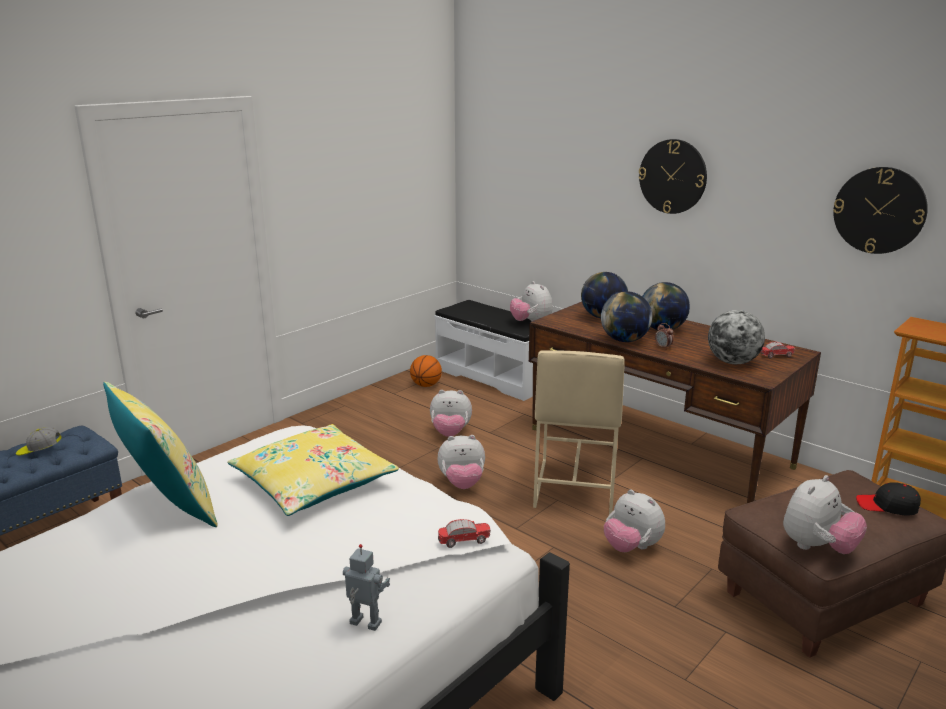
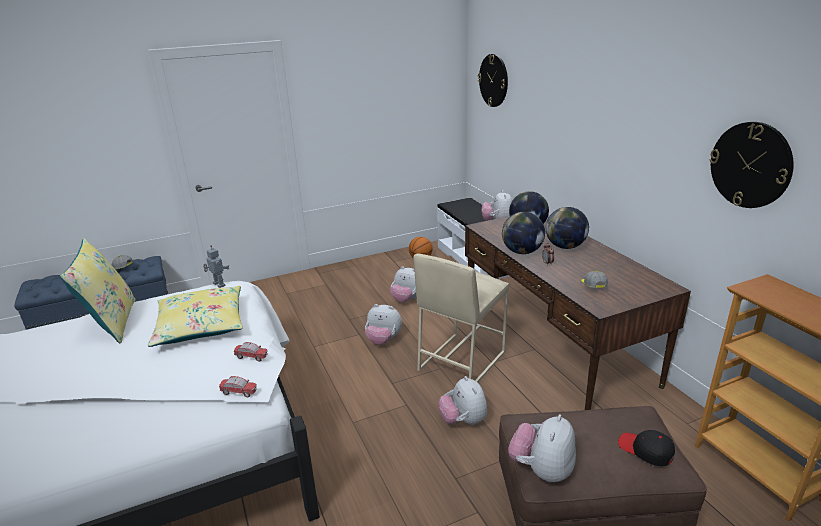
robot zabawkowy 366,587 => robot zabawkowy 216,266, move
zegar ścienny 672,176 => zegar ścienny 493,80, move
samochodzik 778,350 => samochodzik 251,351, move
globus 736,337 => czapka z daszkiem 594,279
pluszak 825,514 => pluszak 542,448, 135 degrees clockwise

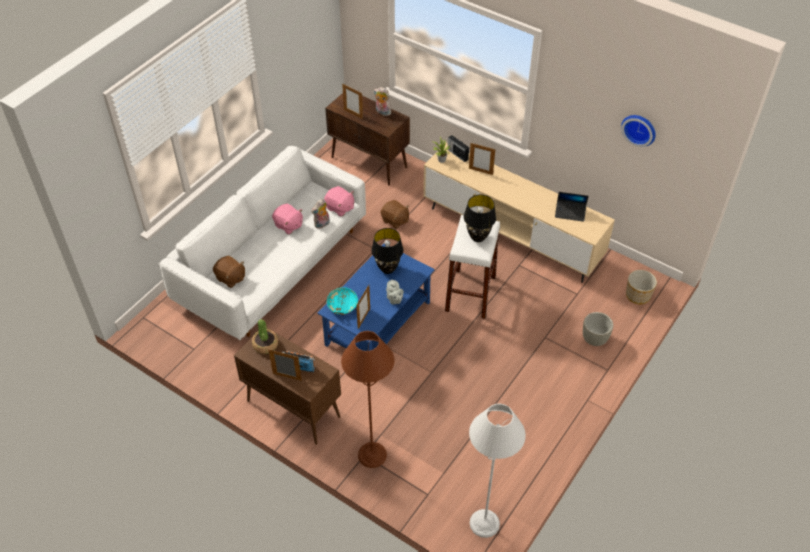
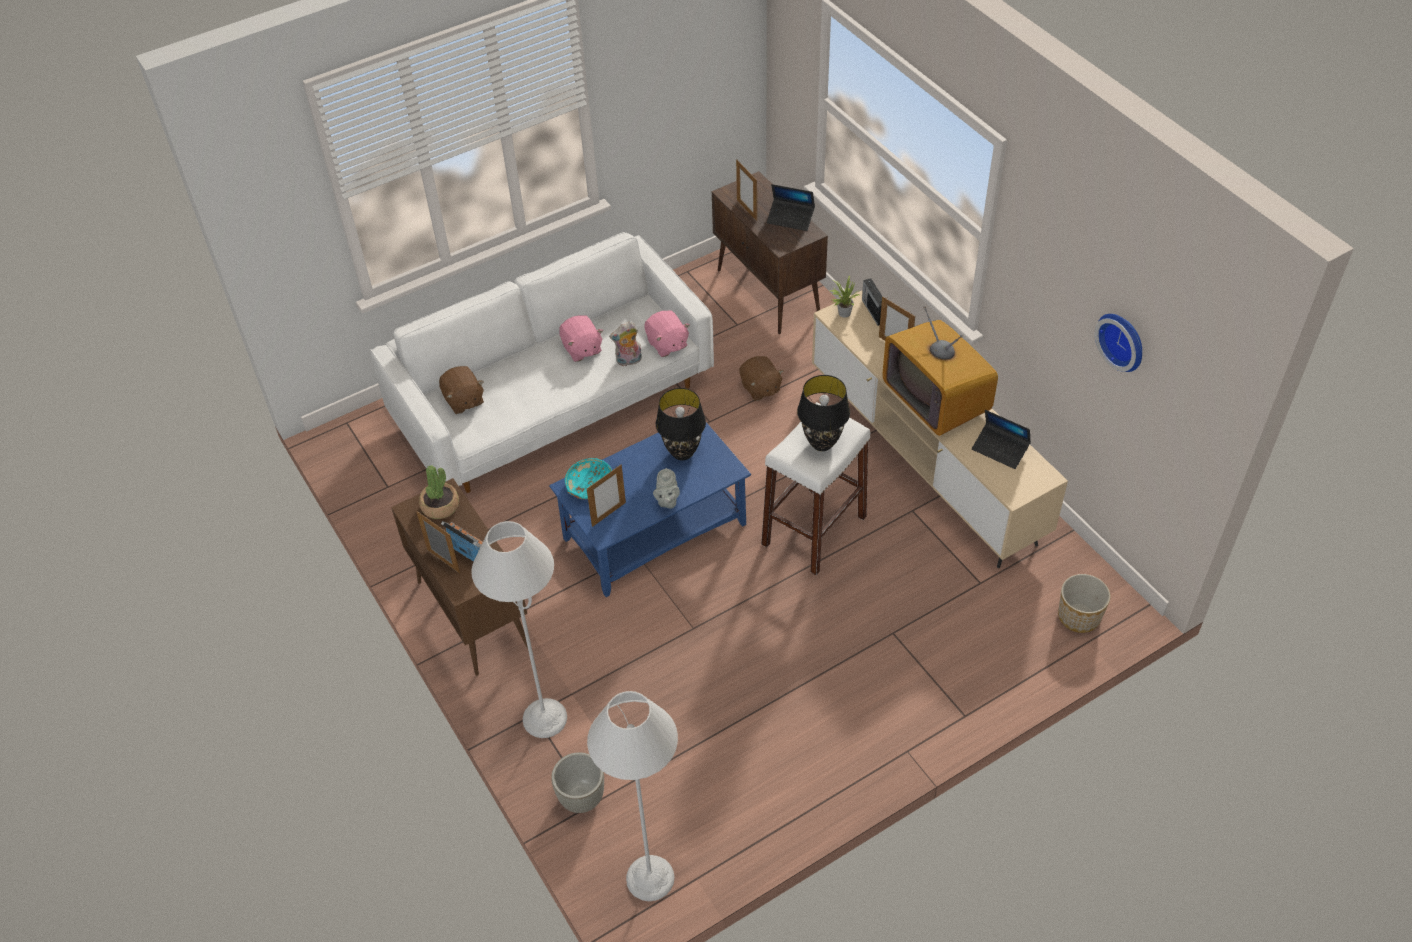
nothing => telewizor 940,371
donica/szary 598,329 => donica/szary 577,782, move
pluszak 382,101 => laptop 791,207
lampa stojąca/brązowy 367,399 => lampa stojąca/szary 519,629

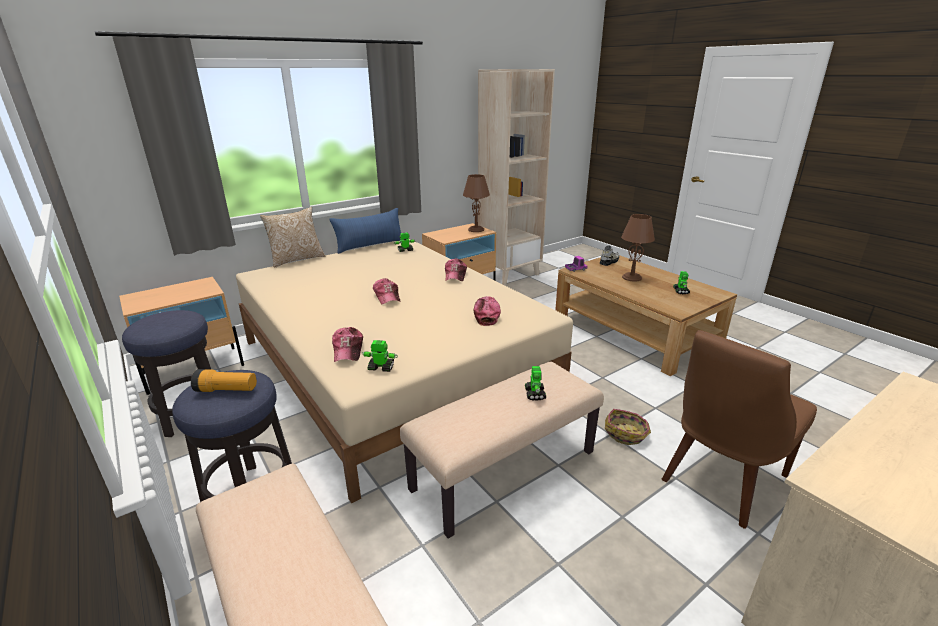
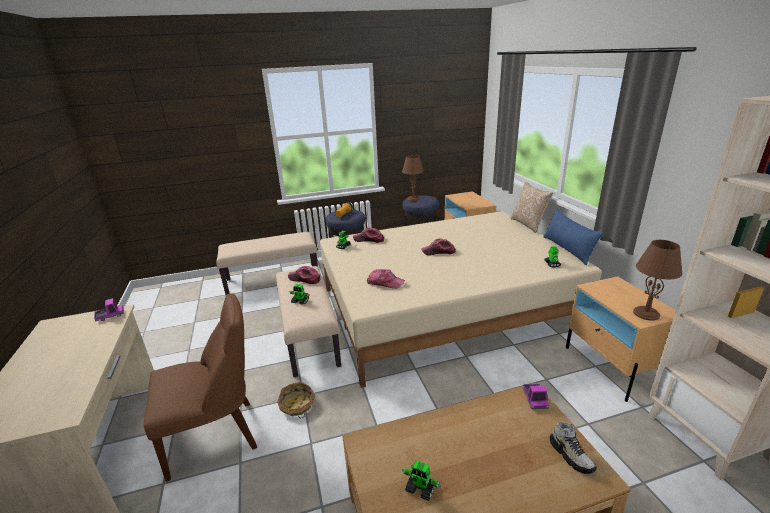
nothing => ciężarówka zabawkowa 109,310
czapka z daszkiem 456,270 => czapka z daszkiem 304,275, move
lampa stołowa/brązowy 638,247 => lampa stołowa/brązowy 413,178, move
krzesło/brązowy 739,429 => krzesło/brązowy 200,388, 90 degrees clockwise

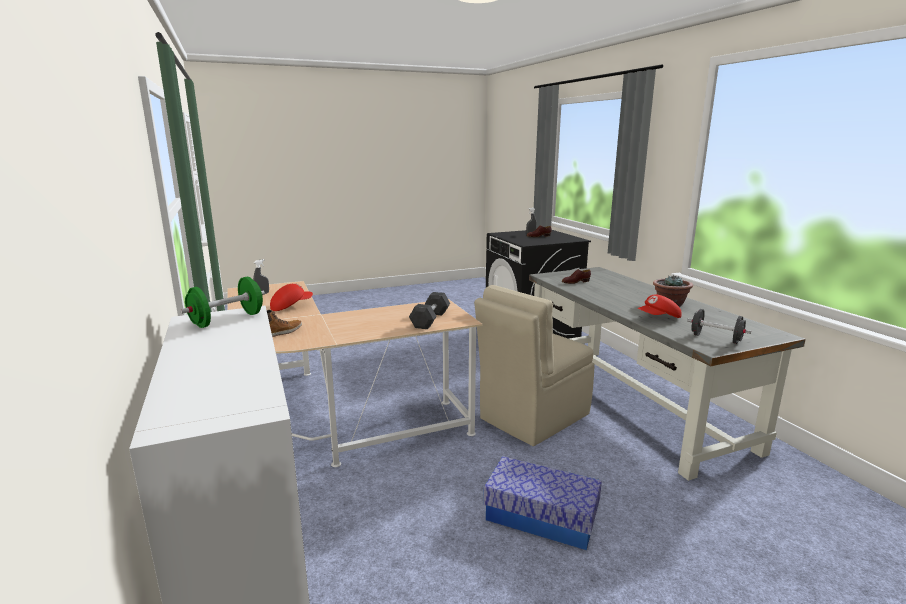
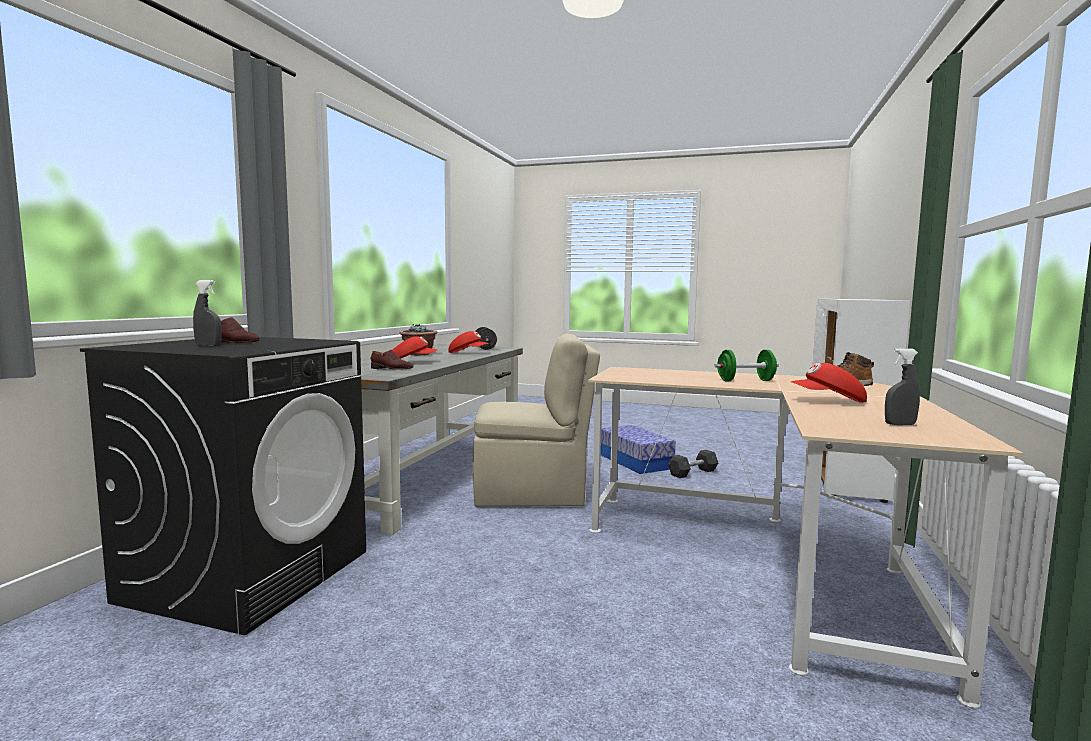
nothing => czapka z daszkiem/czerwony 415,347
hantel/zielony 222,302 => hantel/zielony 746,366, move
hantel/szary 429,310 => hantel/szary 693,464, move

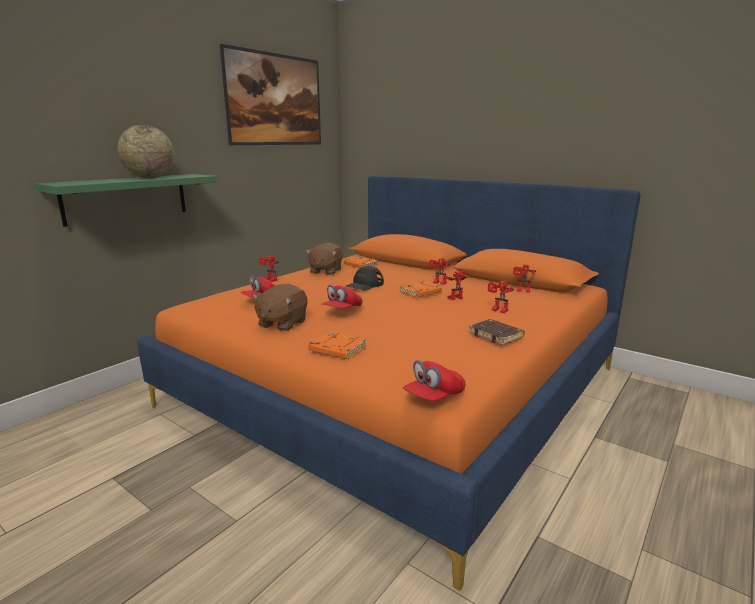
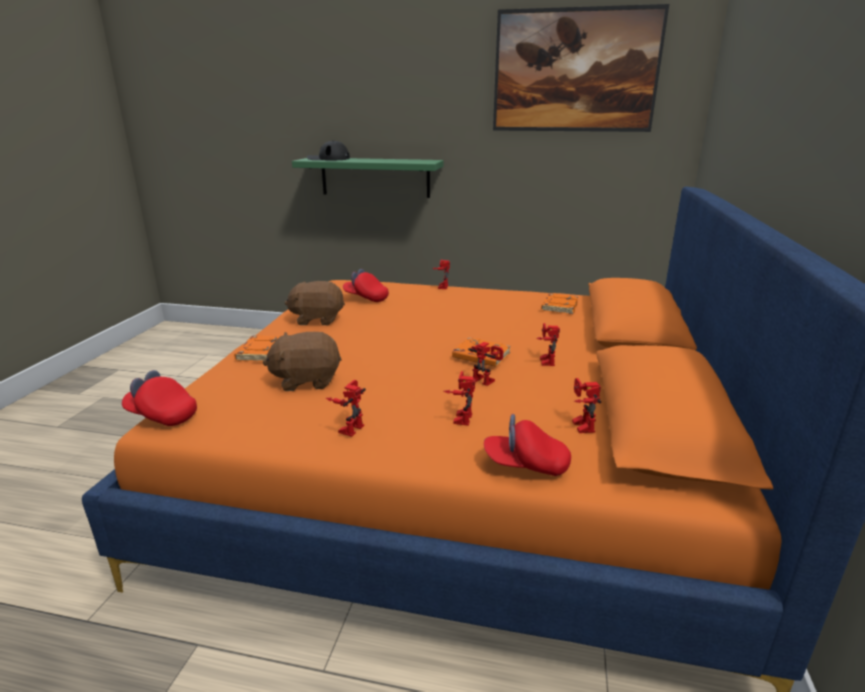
globus 145,151 => nothing
pluszak/brązowy 324,259 => pluszak/brązowy 302,361, move
czapka z daszkiem/czerwony 342,297 => czapka z daszkiem/czerwony 527,445, move
czapka z daszkiem/czarny 365,278 => czapka z daszkiem/czarny 328,150, move
książka/brązowy 497,332 => robot zabawkowy 346,408

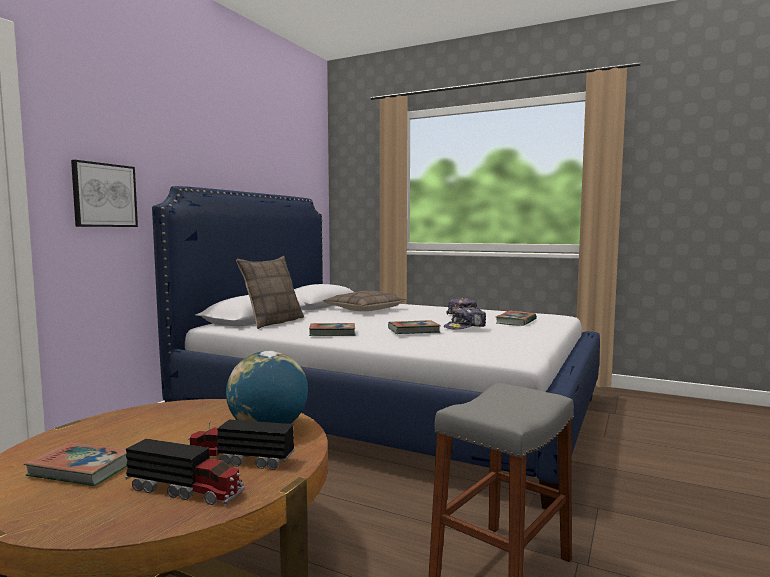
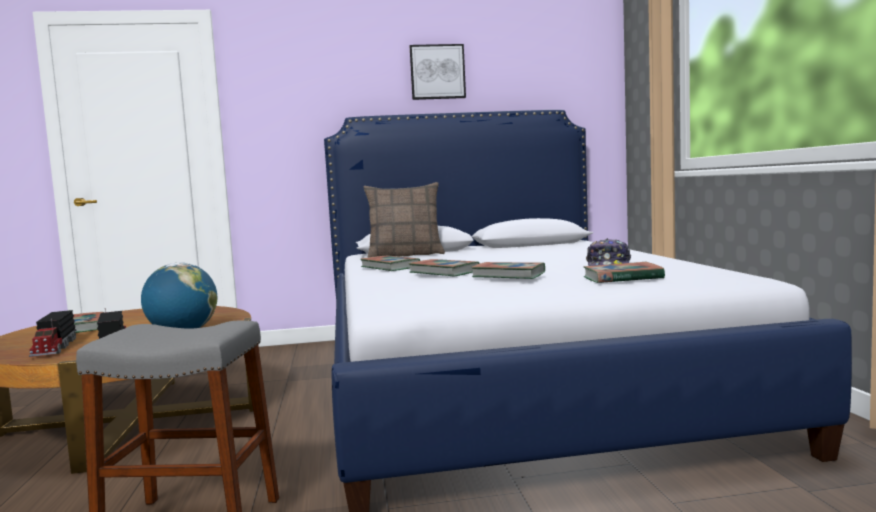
poduszka 364,301 => nothing
obraz 104,193 => obraz 438,72, move
czapka z daszkiem 465,318 => książka 508,270

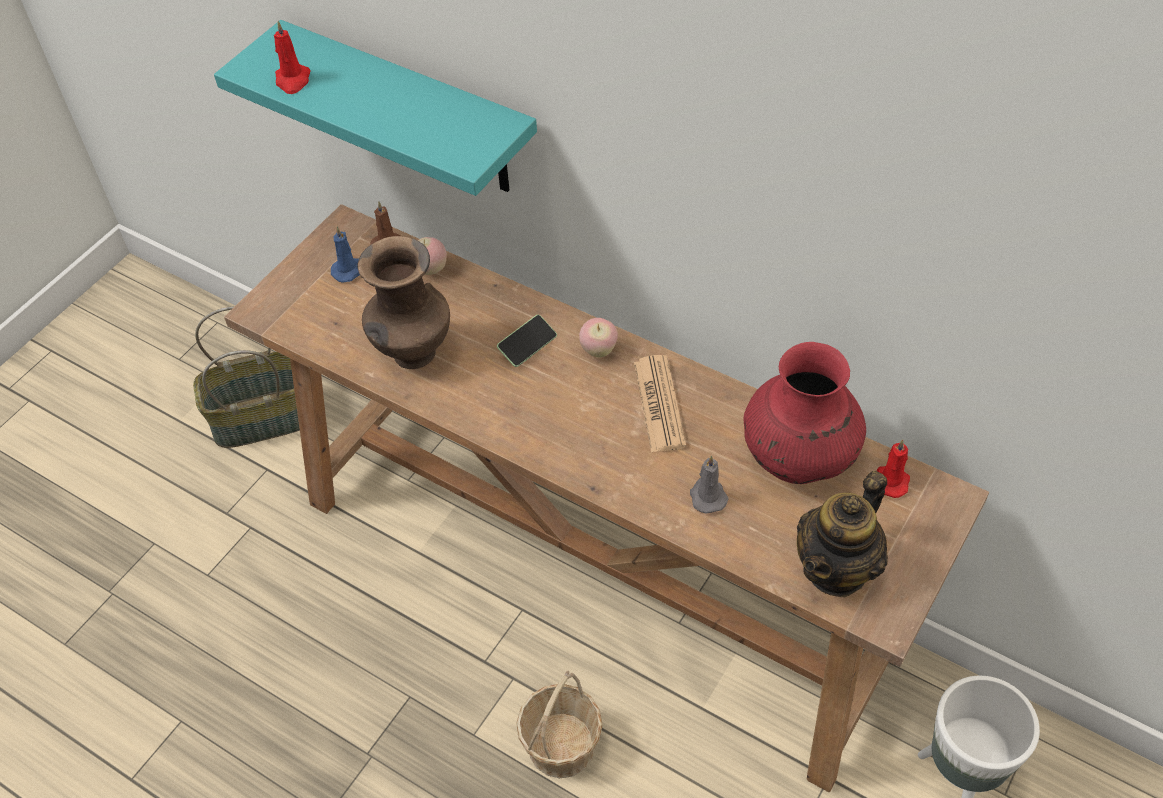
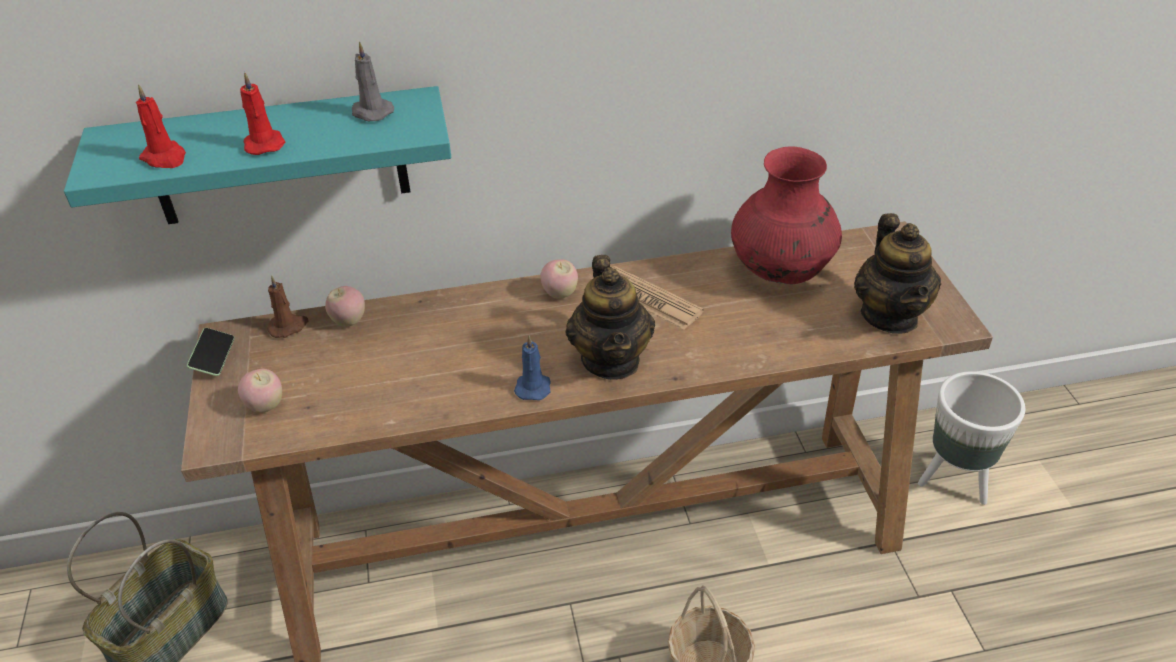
wazon/brązowy 404,302 => nothing
nothing => jabłko 260,391
nothing => imbryk 610,317
świeca/niebieski 345,254 => świeca/niebieski 532,367, move
telefon 527,341 => telefon 211,352, move
świeca/szary 709,484 => świeca/szary 373,81, move
świeca/czerwony 893,468 => świeca/czerwony 262,113, move

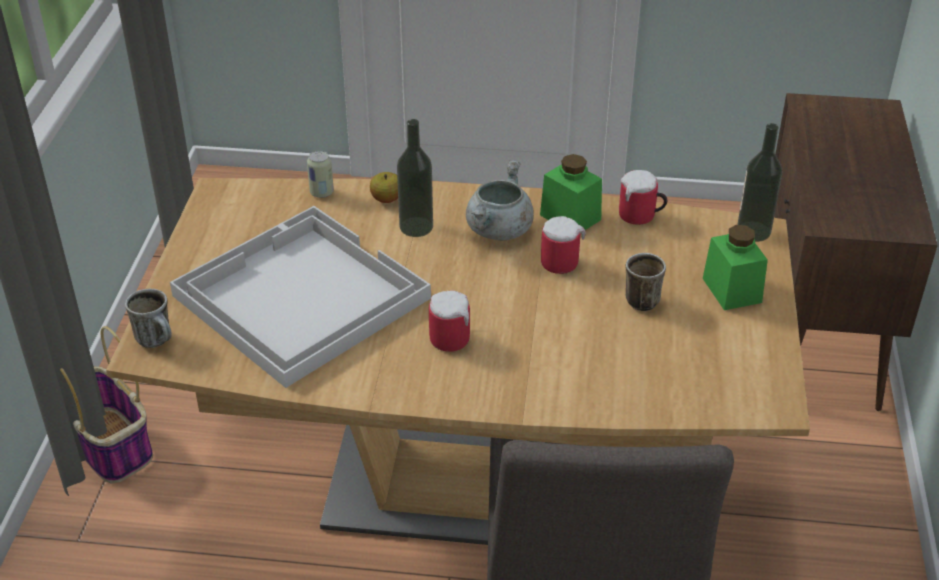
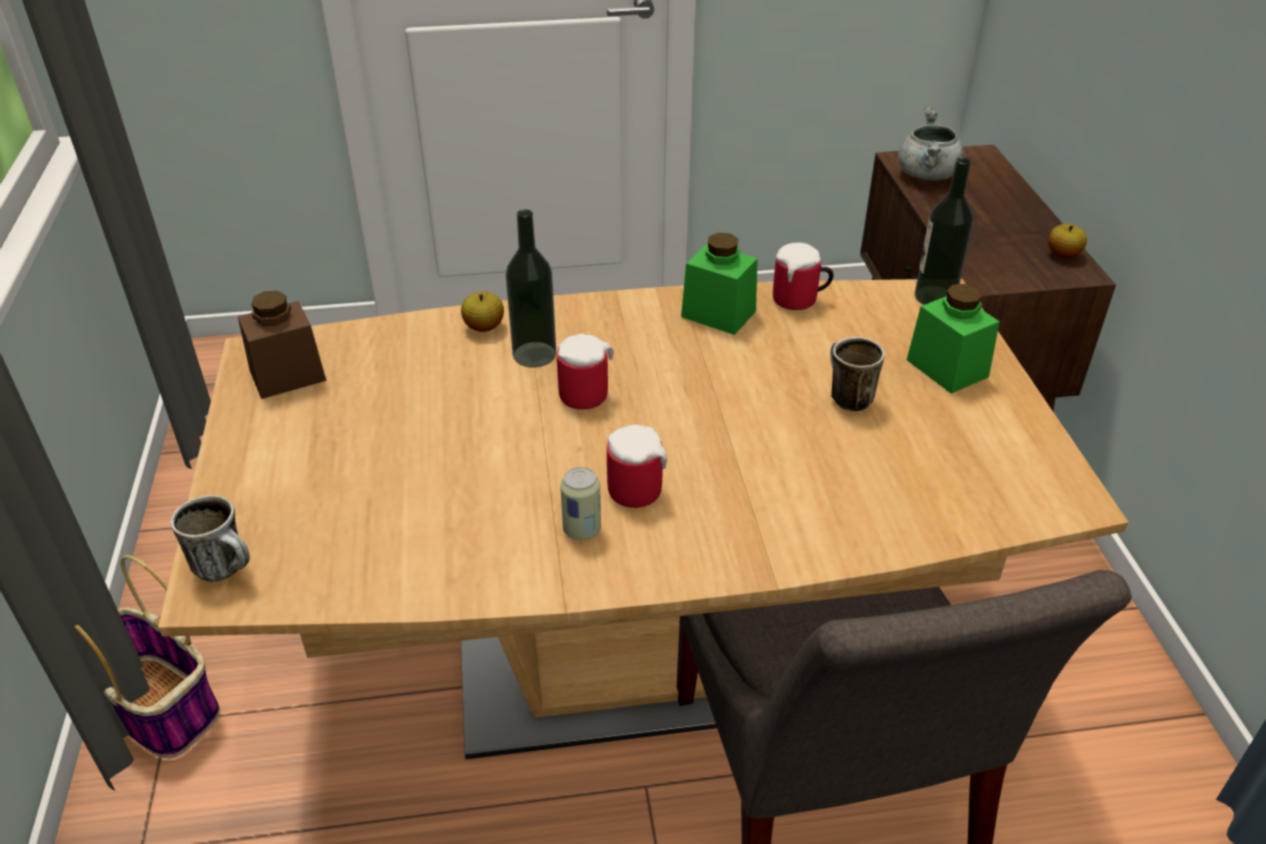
taca/biały 300,297 => nothing
nothing => słoik/brązowy 282,345
nothing => jabłko 1067,241
puszka 320,174 => puszka 580,503, move
garnek/szary 500,200 => garnek/szary 931,144, move
kubek 563,245 => kubek 585,371, move

